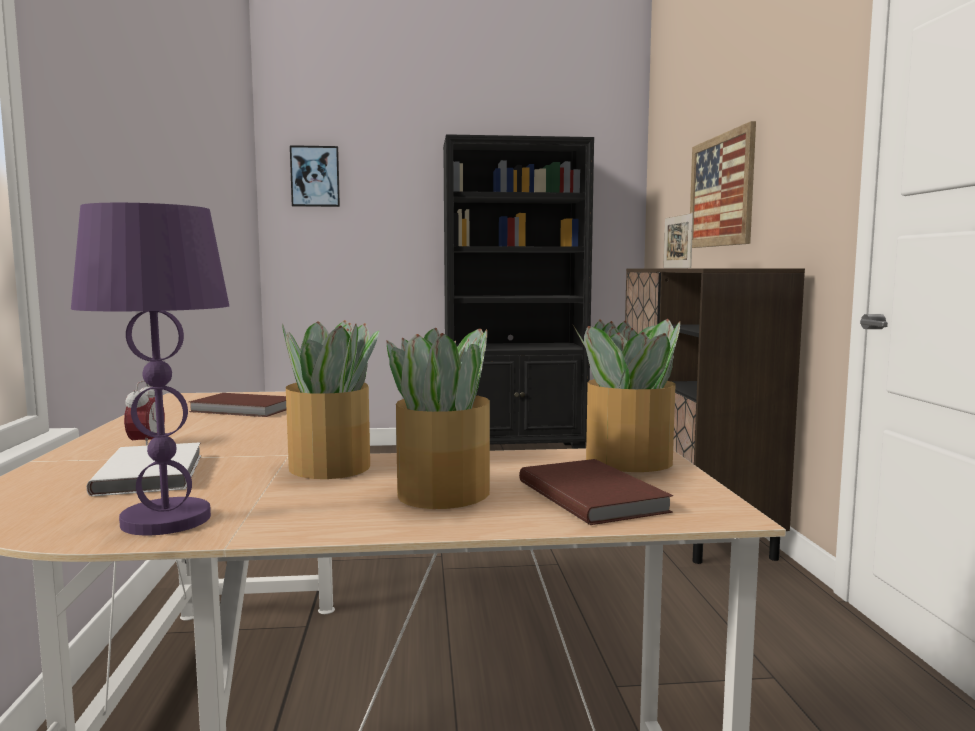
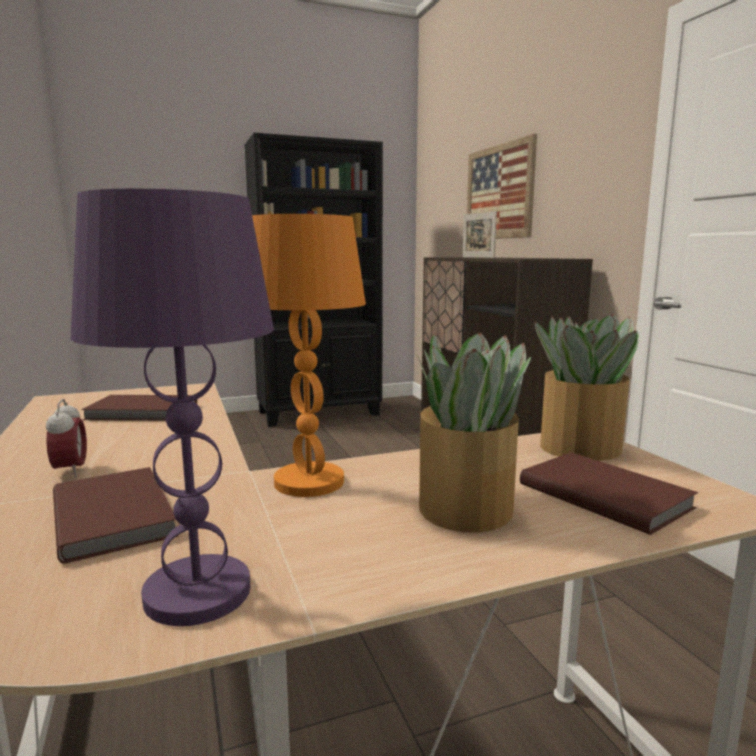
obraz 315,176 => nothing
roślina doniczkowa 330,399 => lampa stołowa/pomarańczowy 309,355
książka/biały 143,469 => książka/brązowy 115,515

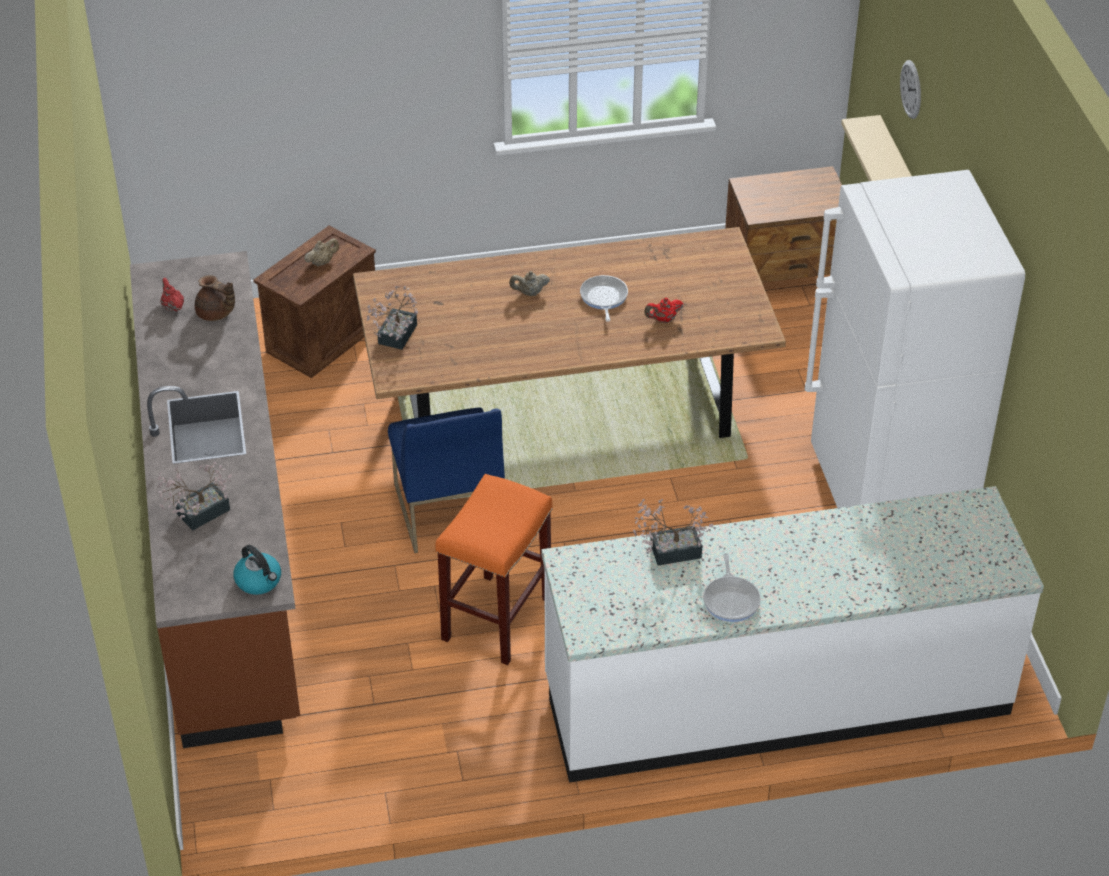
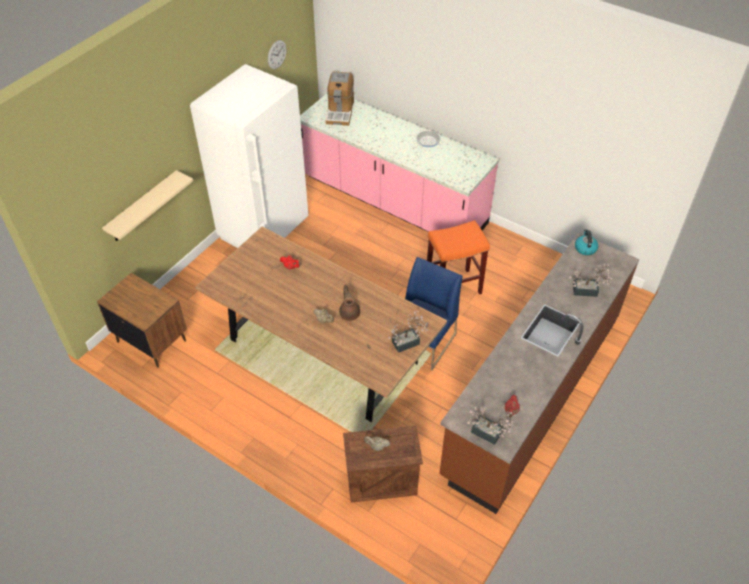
patelnia 604,298 => nothing
nothing => ekspres do kawy 340,99
imbryk/brązowy 215,298 => imbryk/brązowy 349,303, move
roślina doniczkowa 673,532 => roślina doniczkowa 491,425, move
zegar ścienny 910,89 => zegar ścienny 277,54, move
zabudowa kuchenna/biały 792,634 => zabudowa kuchenna/różowy 399,163

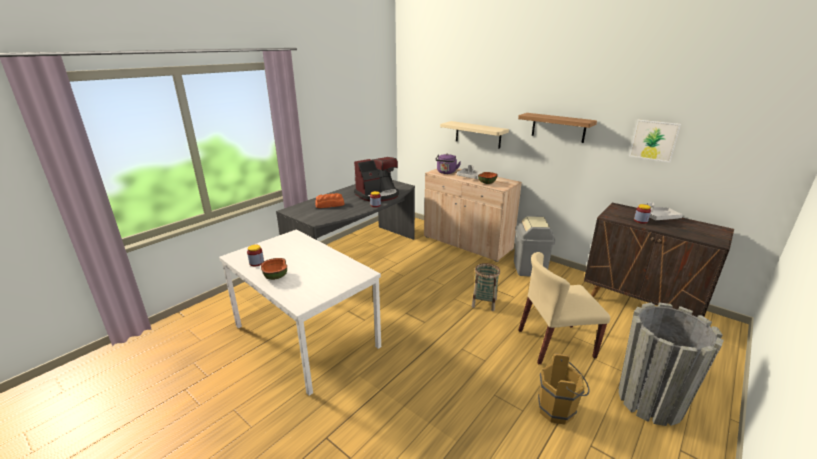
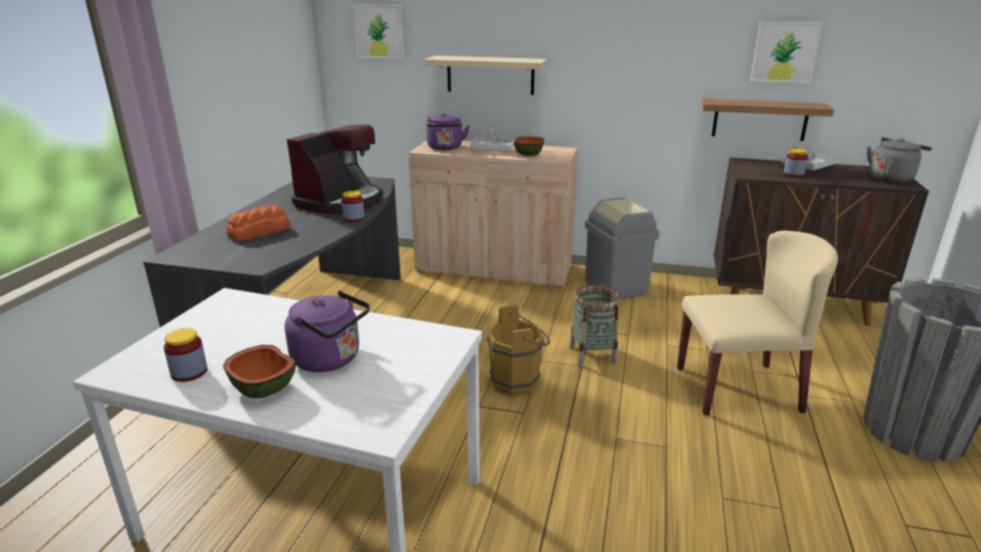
nothing => czajnik/fioletowy 327,331
nothing => obraz 378,32
nothing => czajnik/szary 899,160
półka 557,128 => półka 768,120, move
wiadro/brązowy 564,389 => wiadro/brązowy 518,350, move
krzesło/beżowy 564,308 => krzesło/beżowy 757,323, 150 degrees counterclockwise

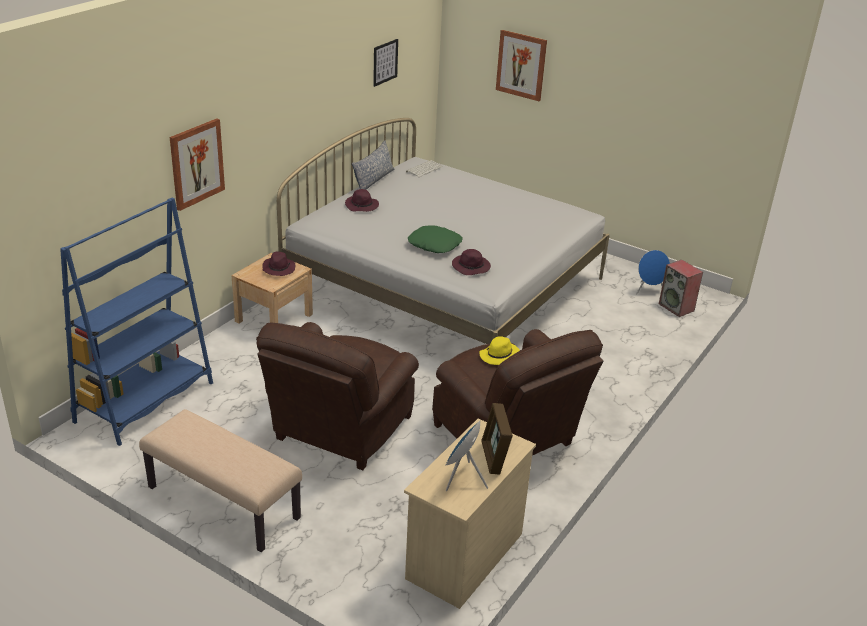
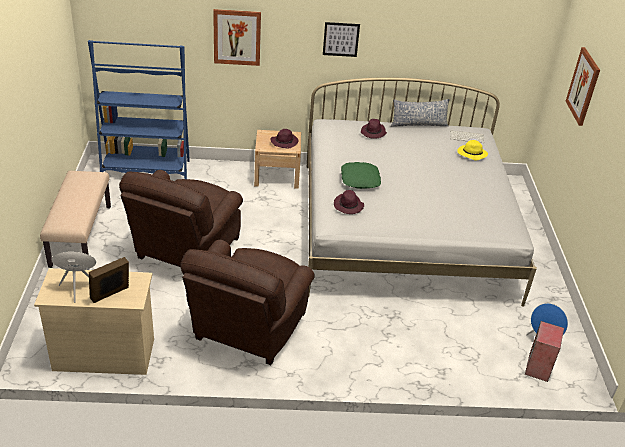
obraz 385,63 => obraz 341,39, move
kapelusz/żółty 499,350 => kapelusz/żółty 472,150, move
fotel/brązowy 337,396 => fotel/brązowy 181,218, 60 degrees counterclockwise

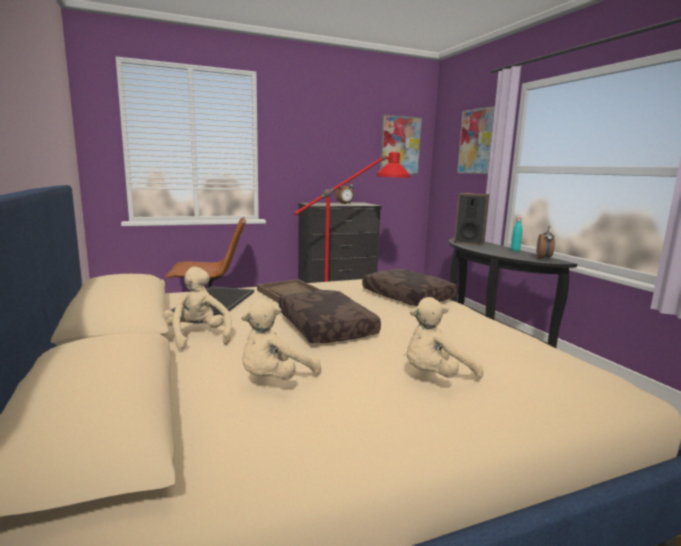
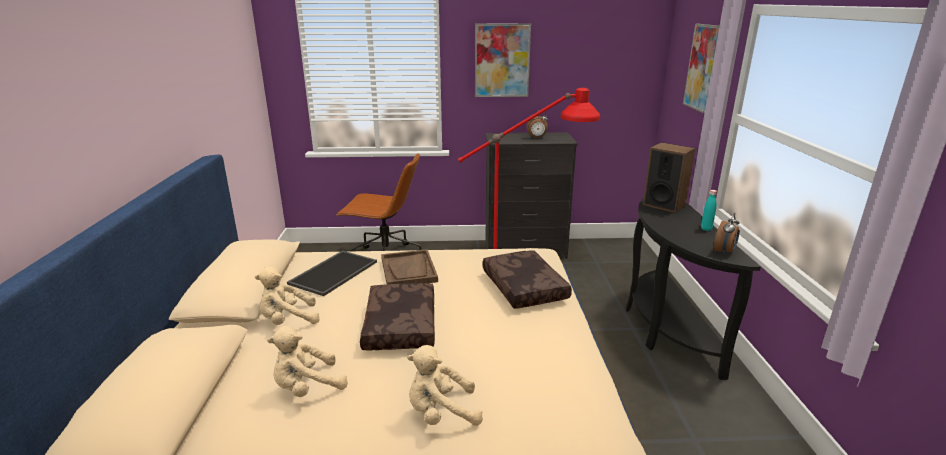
obraz 401,144 => obraz 503,60, move
pluszak/beżowy 197,308 => pluszak/beżowy 287,296, 105 degrees counterclockwise

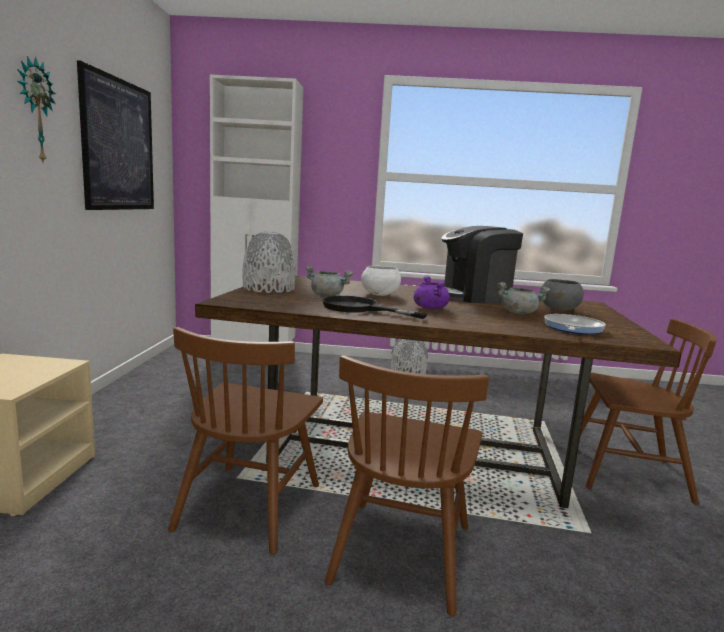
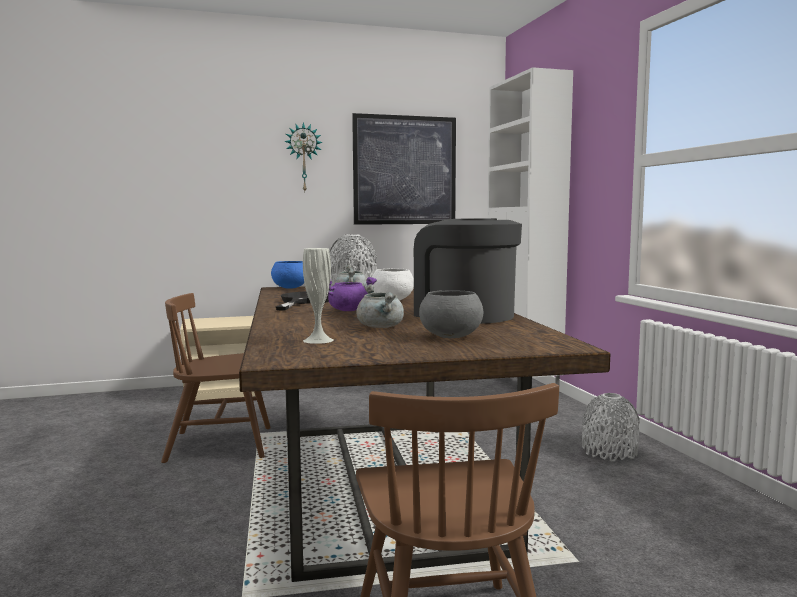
krzesło/brązowy 407,486 => nothing
nothing => miska/niebieski 287,275
patelnia 575,324 => wazon/biały 318,296

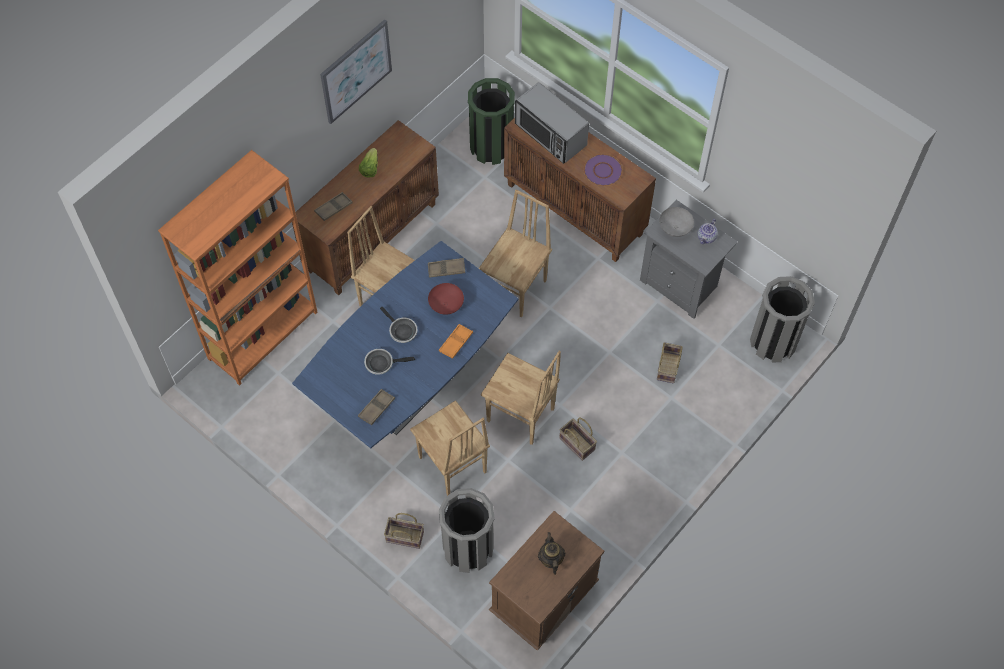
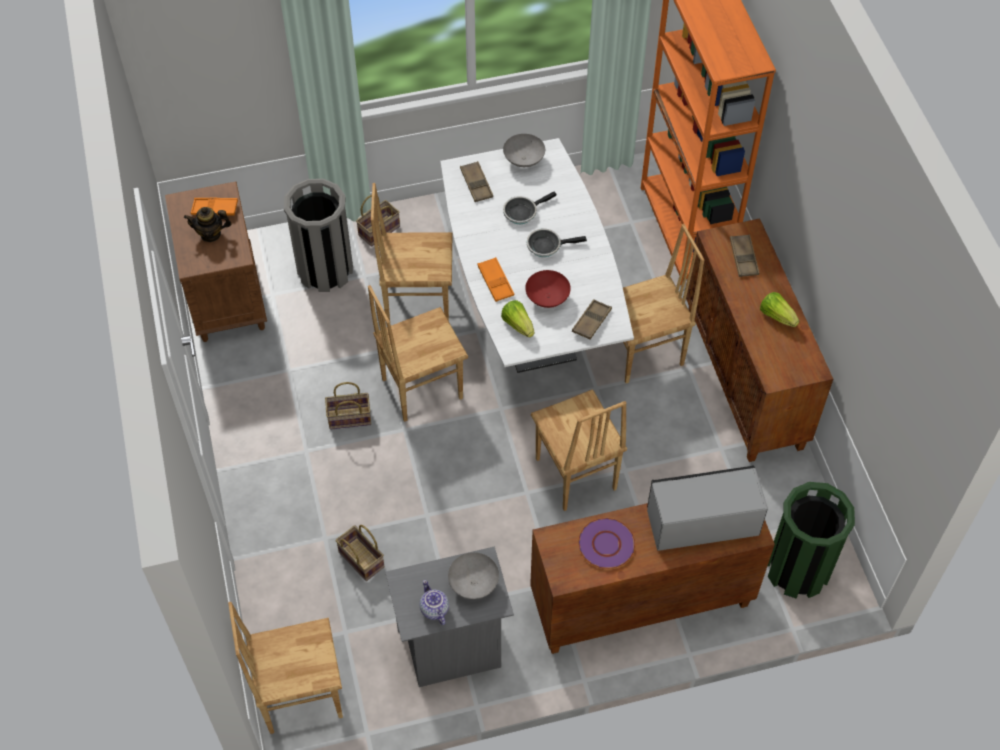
obraz 356,71 => nothing
nothing => taca/pomarańczowy 214,206
nothing => sałata 517,319
nothing => miska/szary 524,150
kosz na śmieci/szary 782,319 => krzesło/brązowy 285,668
stół jadalny/niebieski 405,344 => stół jadalny/biały 537,255
patelnia 389,362 => patelnia 529,208, 150 degrees counterclockwise
imbryk 551,553 => imbryk 208,224, 150 degrees clockwise

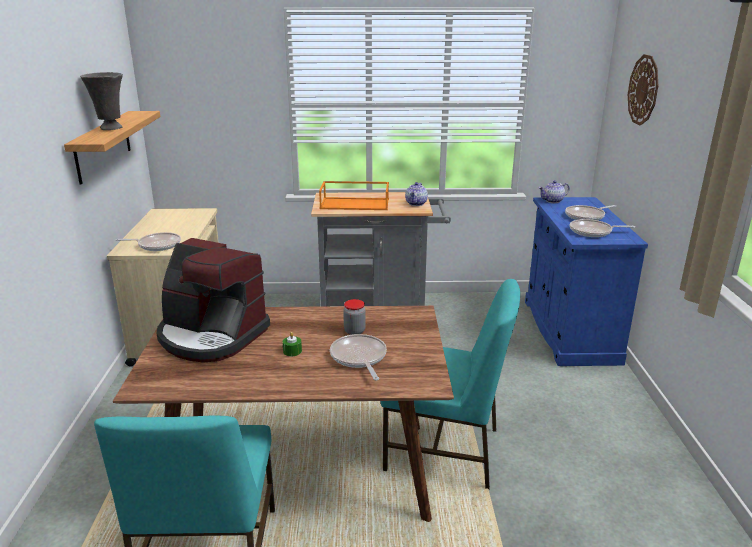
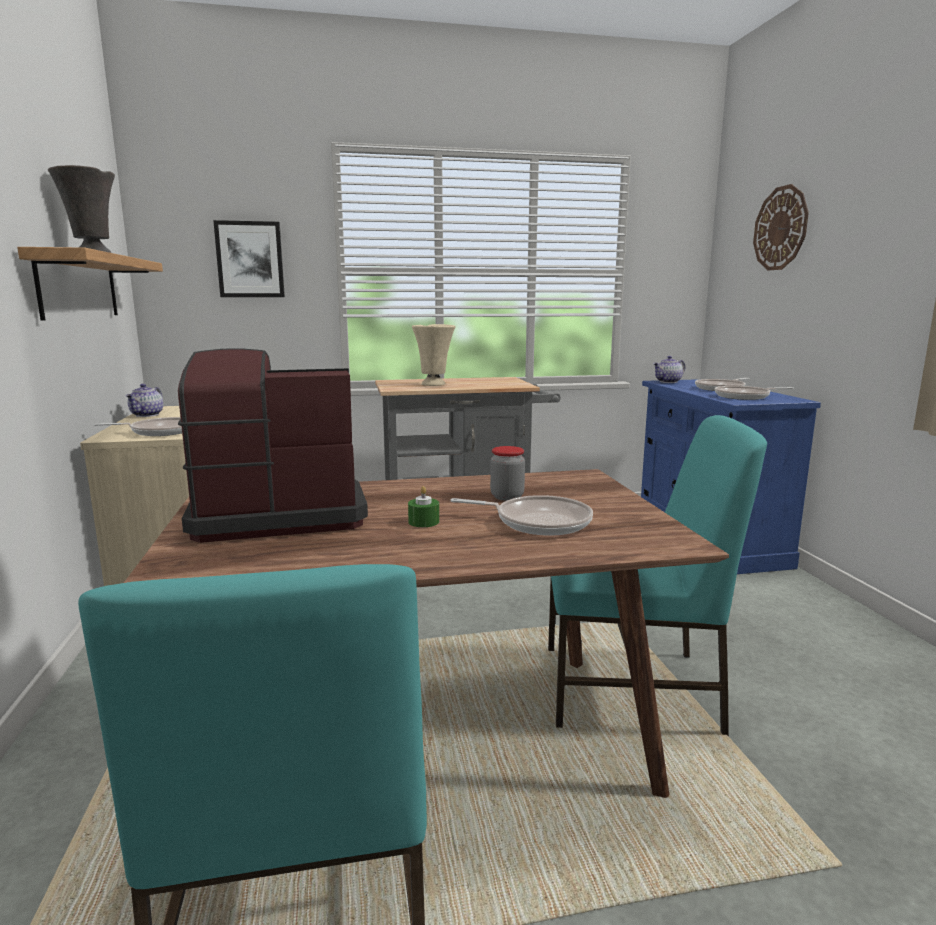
nothing => obraz 249,258
imbryk 416,194 => imbryk 144,400, move
taca/pomarańczowy 354,195 => wazon/beżowy 433,355
ekspres do kawy 213,300 => ekspres do kawy 273,445, 150 degrees clockwise
patelnia 358,357 => patelnia 522,515, 135 degrees clockwise

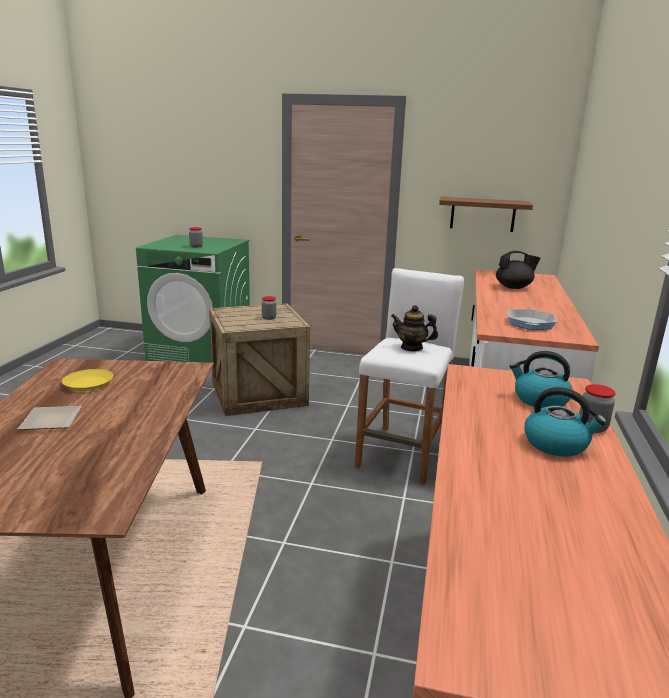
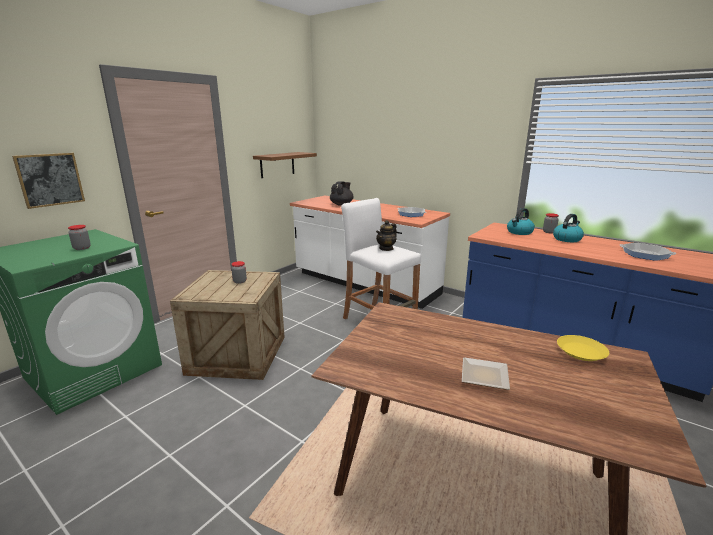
nothing => obraz 48,181
nothing => patelnia 648,252
talerz/żółty 87,380 => talerz/żółty 583,348, move

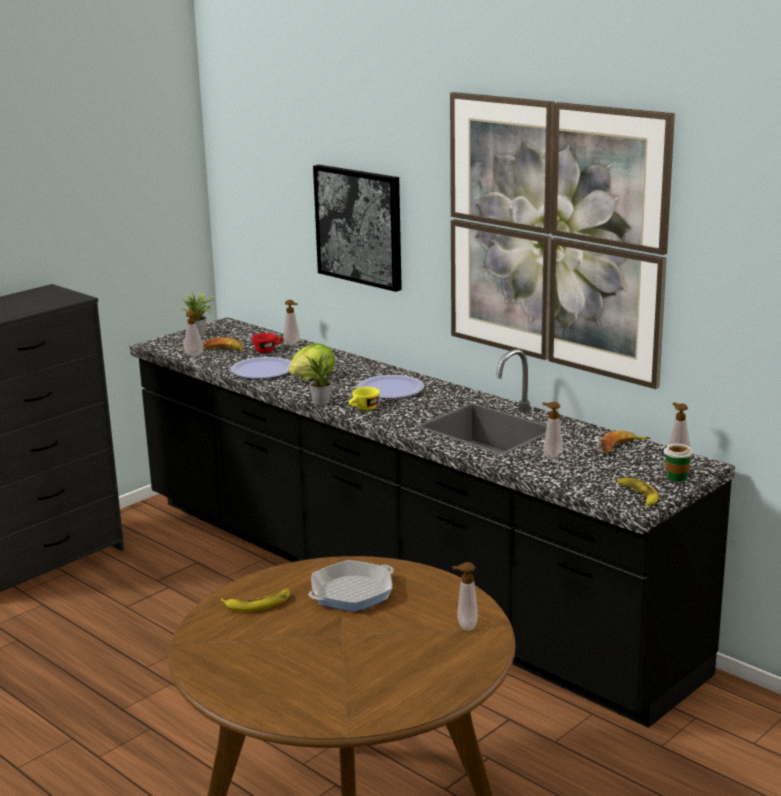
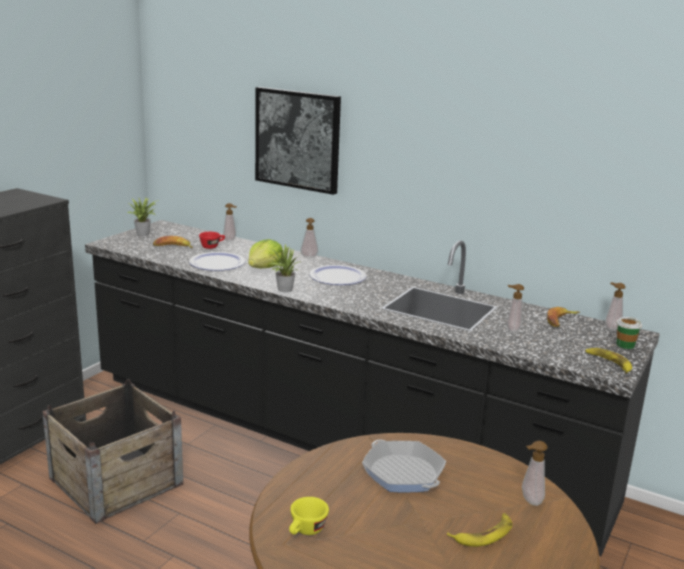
obraz 562,240 => nothing
nothing => skrzynka 112,451
dozownik mydła 194,333 => dozownik mydła 309,238, move
banan 255,600 => banan 479,530, move
filiżanka/żółty 364,398 => filiżanka/żółty 309,516, move
patelnia 351,586 => patelnia 404,466, 105 degrees clockwise

